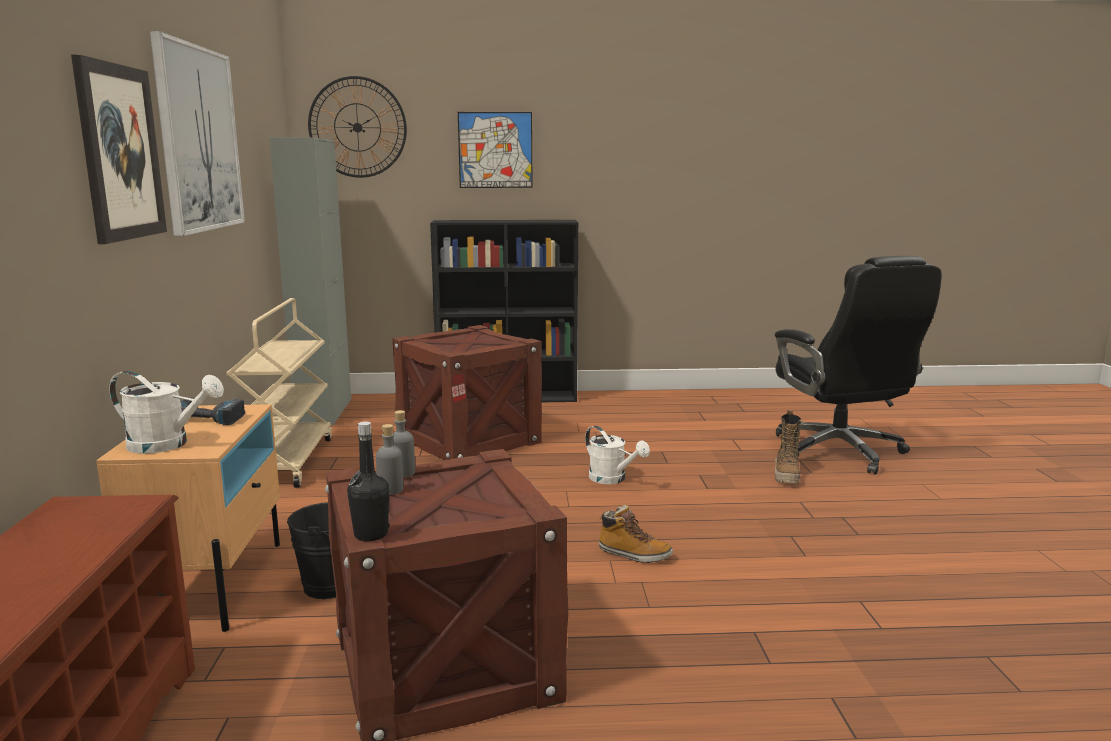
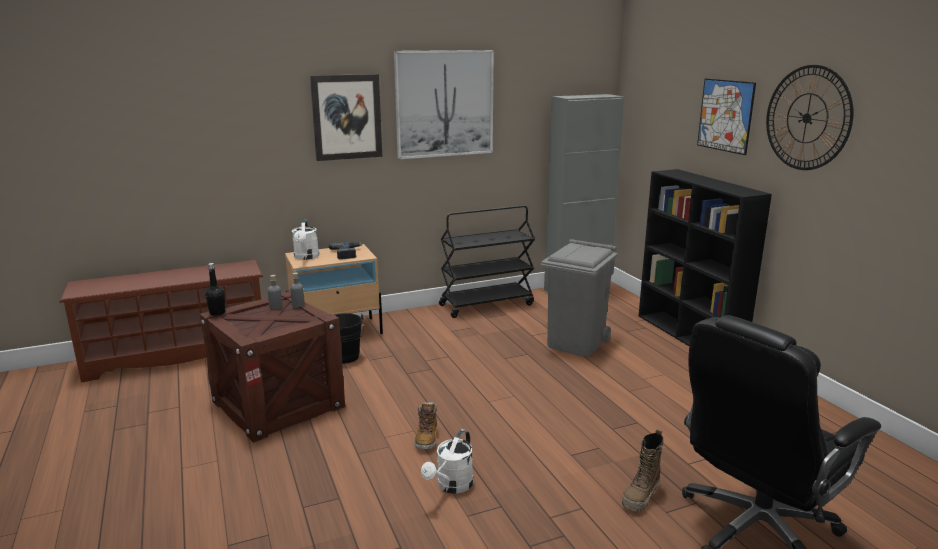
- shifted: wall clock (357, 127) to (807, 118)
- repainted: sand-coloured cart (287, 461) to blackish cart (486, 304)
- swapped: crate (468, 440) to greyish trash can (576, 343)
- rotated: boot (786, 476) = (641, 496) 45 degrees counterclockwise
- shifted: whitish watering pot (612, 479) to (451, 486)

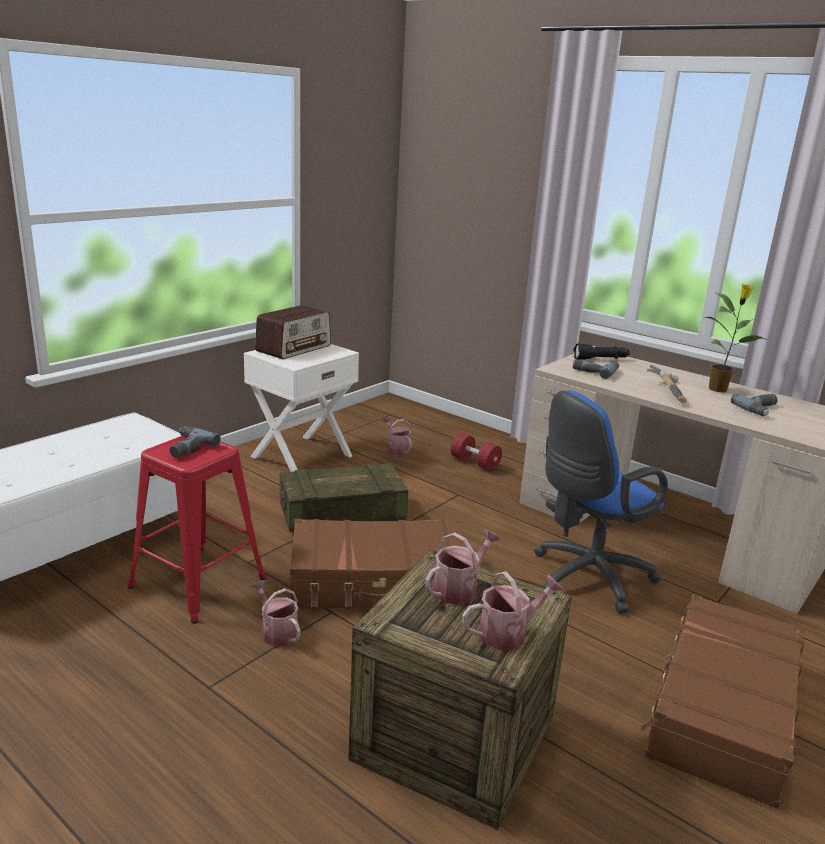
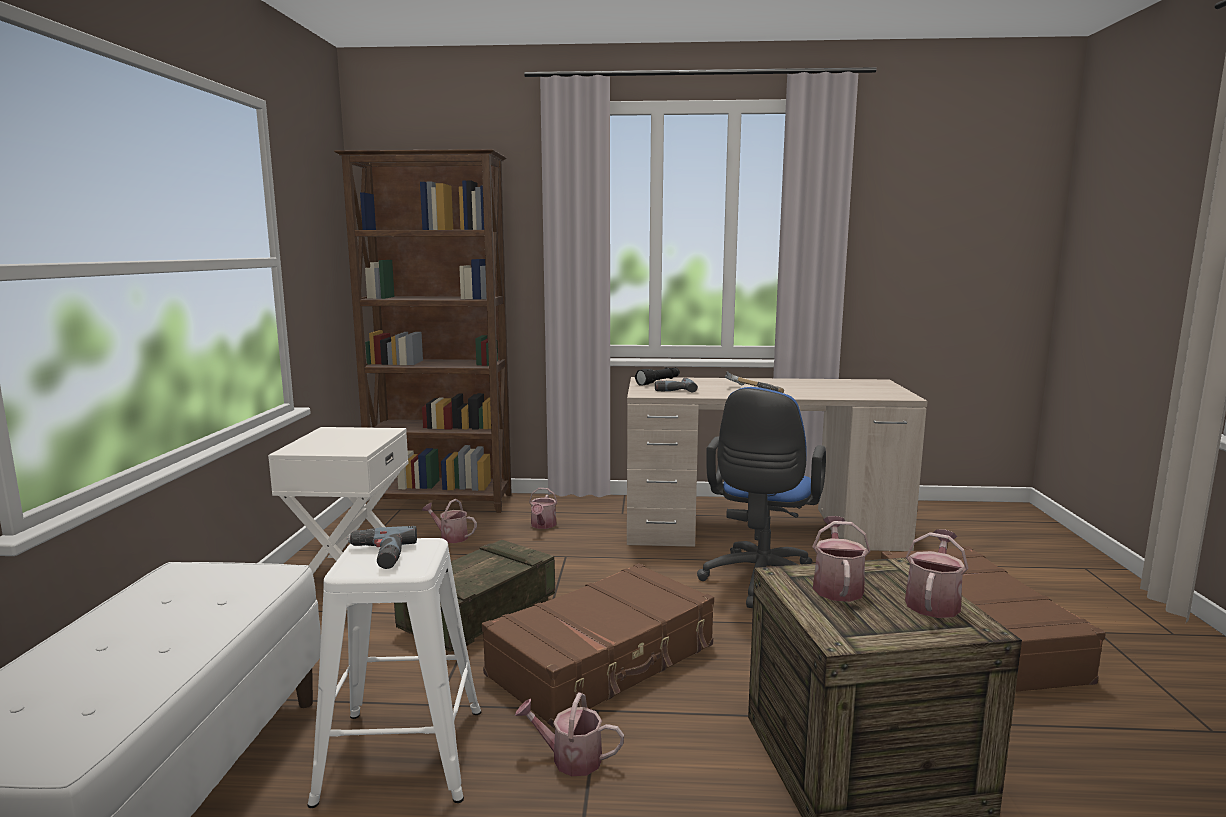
- gone: plant in a pot (719, 389)
- gone: radio (294, 348)
- gone: drill (761, 409)
- swapped: reddish hand weight (475, 463) to watering pot (542, 525)
- repainted: reddish stool seat (198, 581) to whitish stool seat (400, 753)
- new: brown bookshelf (442, 502)

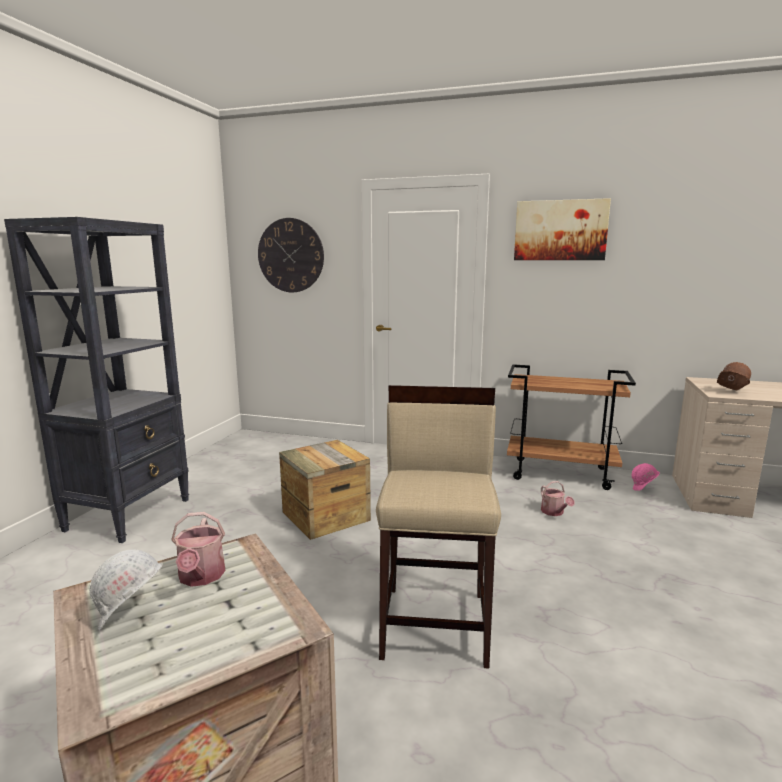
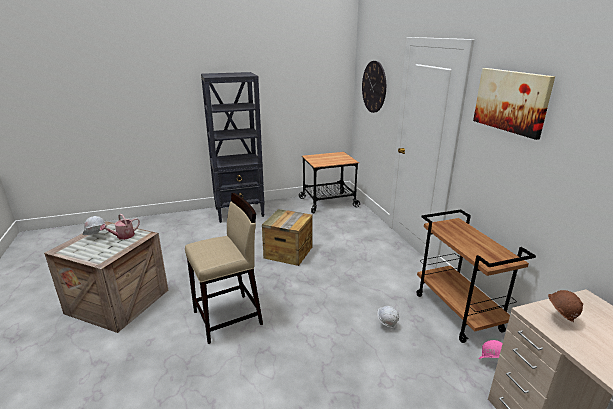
- swapped: watering pot (554, 512) to whitish hard hat (387, 325)
- new: cart (328, 202)

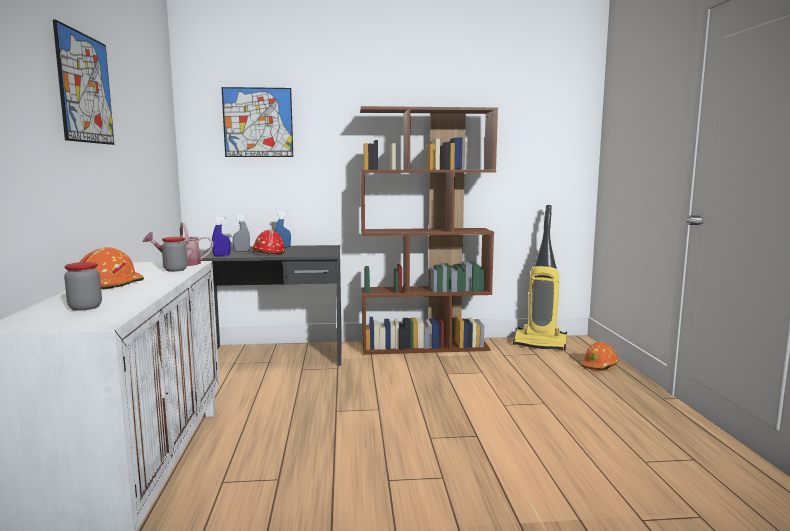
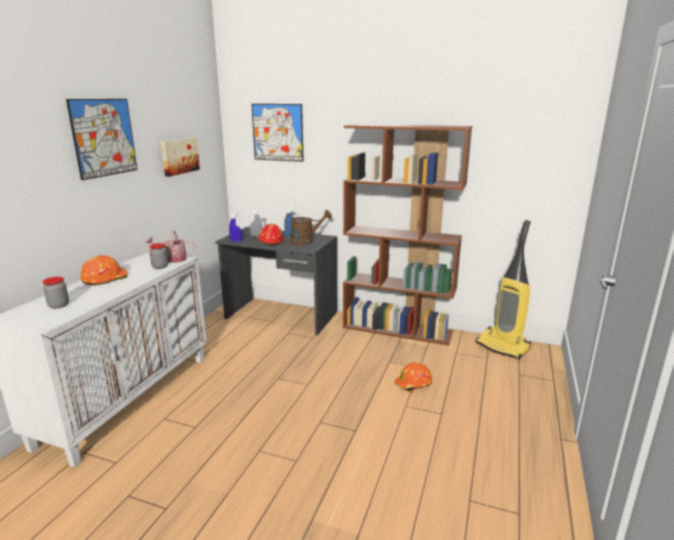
- shifted: orange hard hat (600, 365) to (413, 384)
- new: wall art (179, 156)
- new: brown watering pot (306, 241)

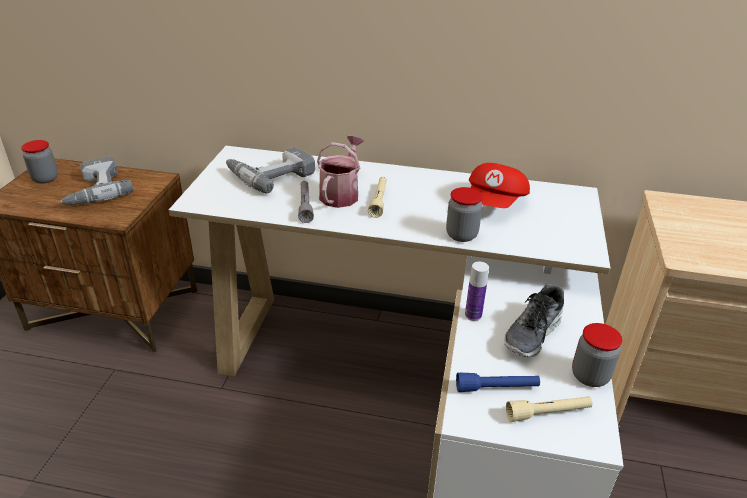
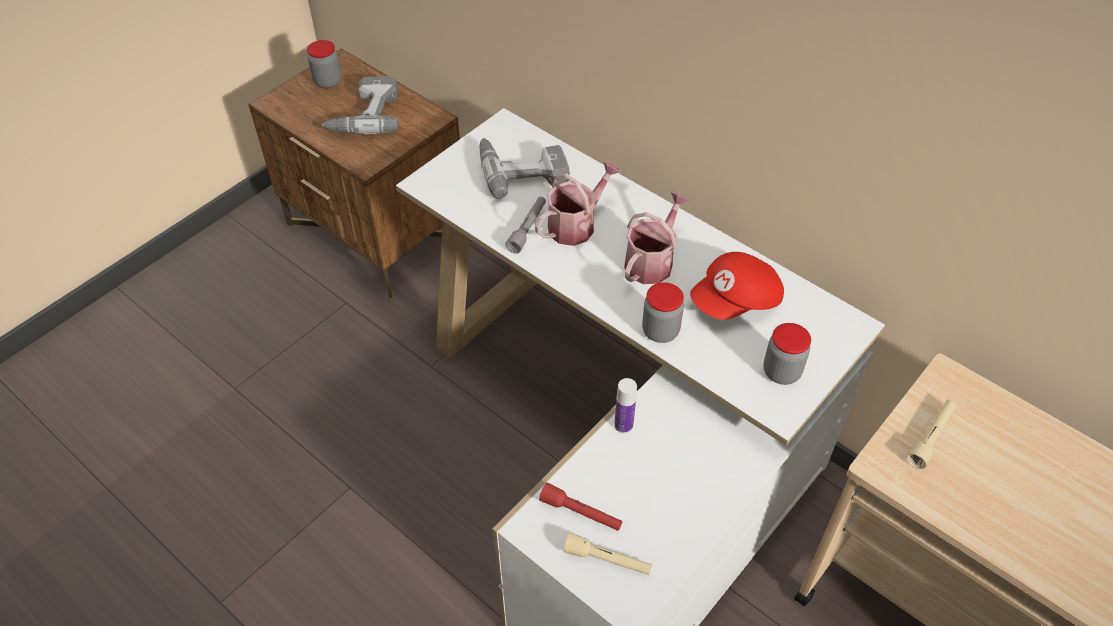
- shifted: sand-coloured torch (379, 201) to (931, 437)
- gone: item of footwear (533, 333)
- shifted: preserve jar (590, 376) to (781, 372)
- repainted: bluish torch (497, 388) to reddish torch (581, 513)
- new: watering pot (652, 261)

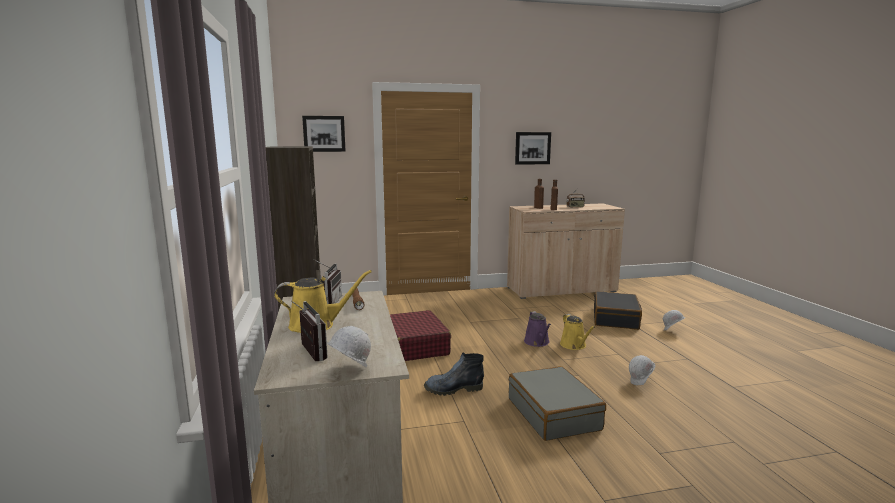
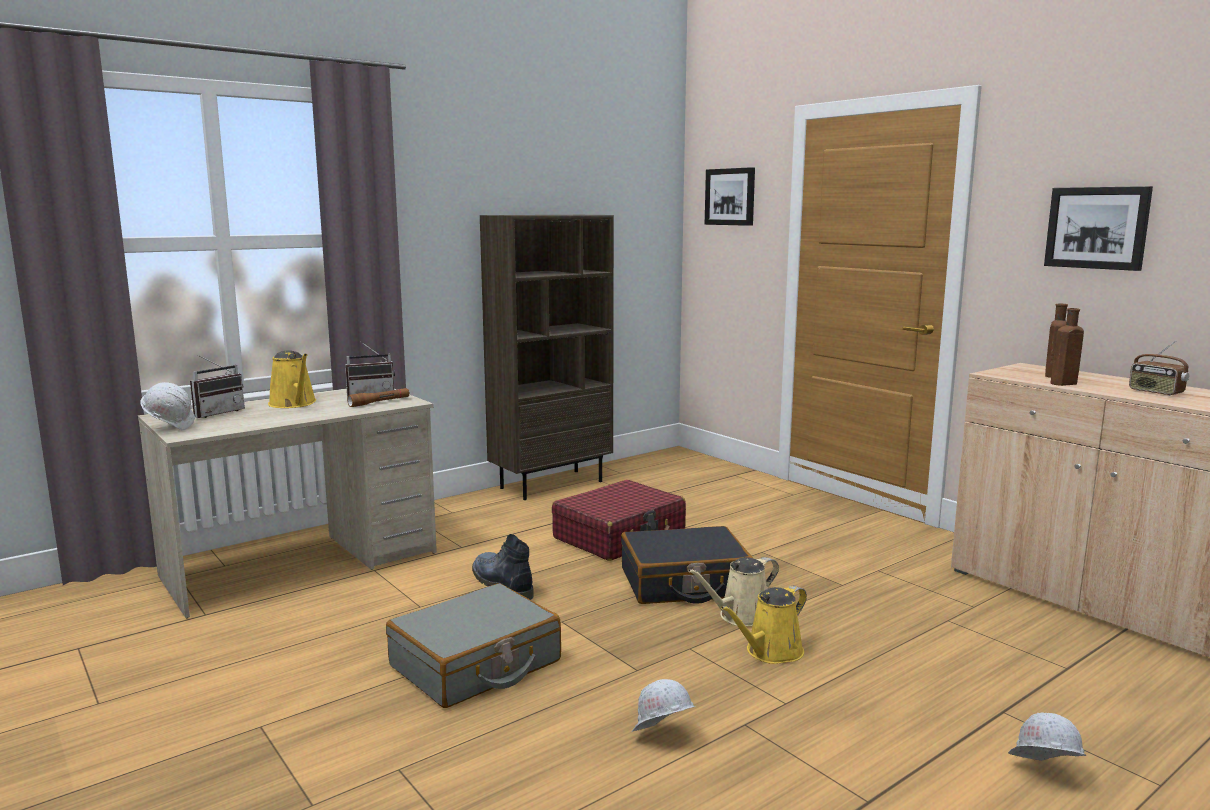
- shifted: blackish suitcase (616, 319) to (684, 583)
- repainted: purplish watering pot (537, 342) to sand-coloured watering pot (741, 617)

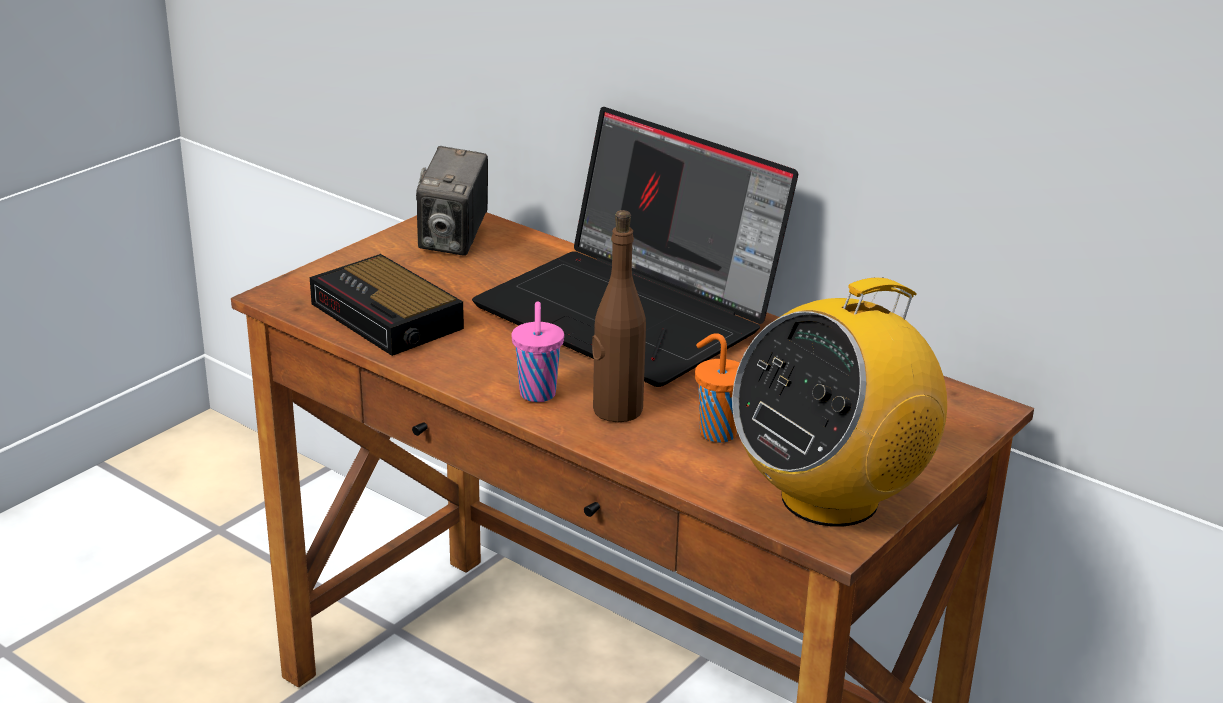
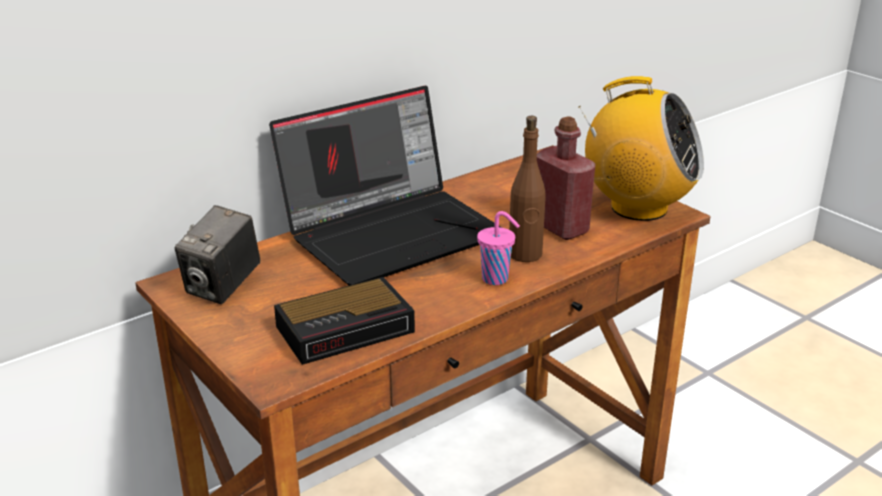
- rotated: photo camera (454, 241) = (223, 287) 90 degrees clockwise
- rotated: radio (830, 497) = (637, 208) 45 degrees counterclockwise
- swapped: orange drinking cup (716, 432) to reddish bottle (560, 228)

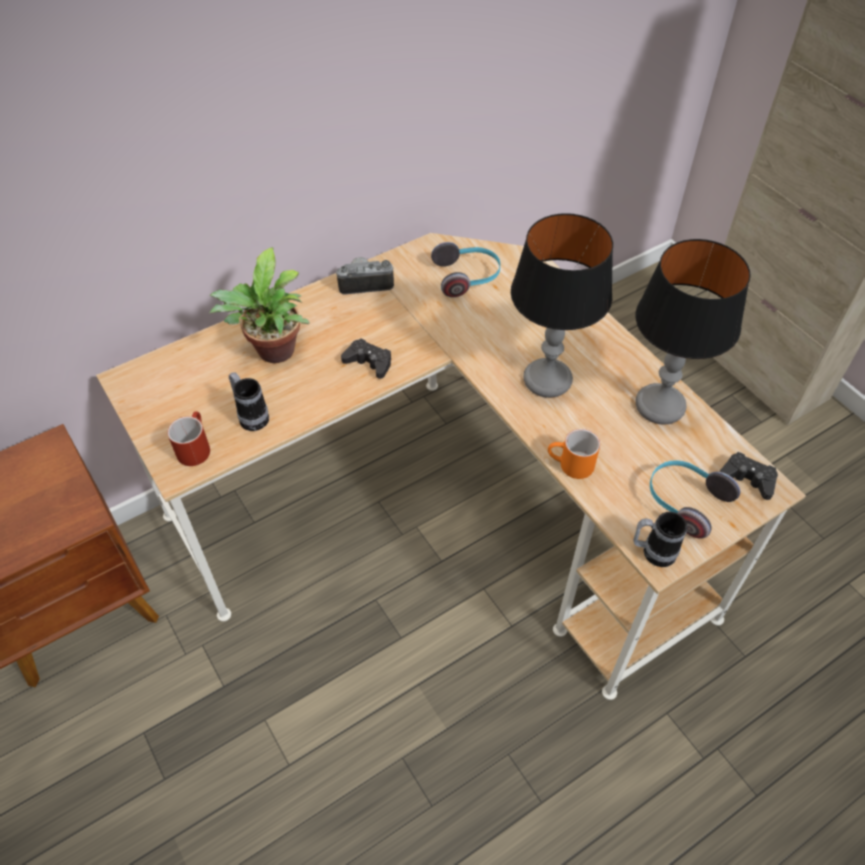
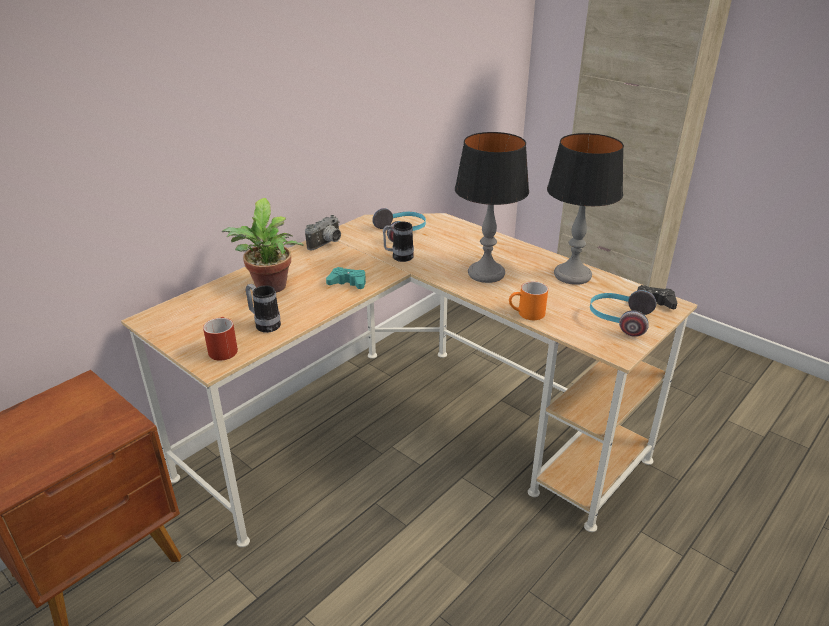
- rotated: photo camera (365, 283) = (327, 244) 150 degrees clockwise
- repainted: blackish game controller (369, 362) to blue-green game controller (348, 283)
- shifted: tea mug (652, 552) to (398, 257)

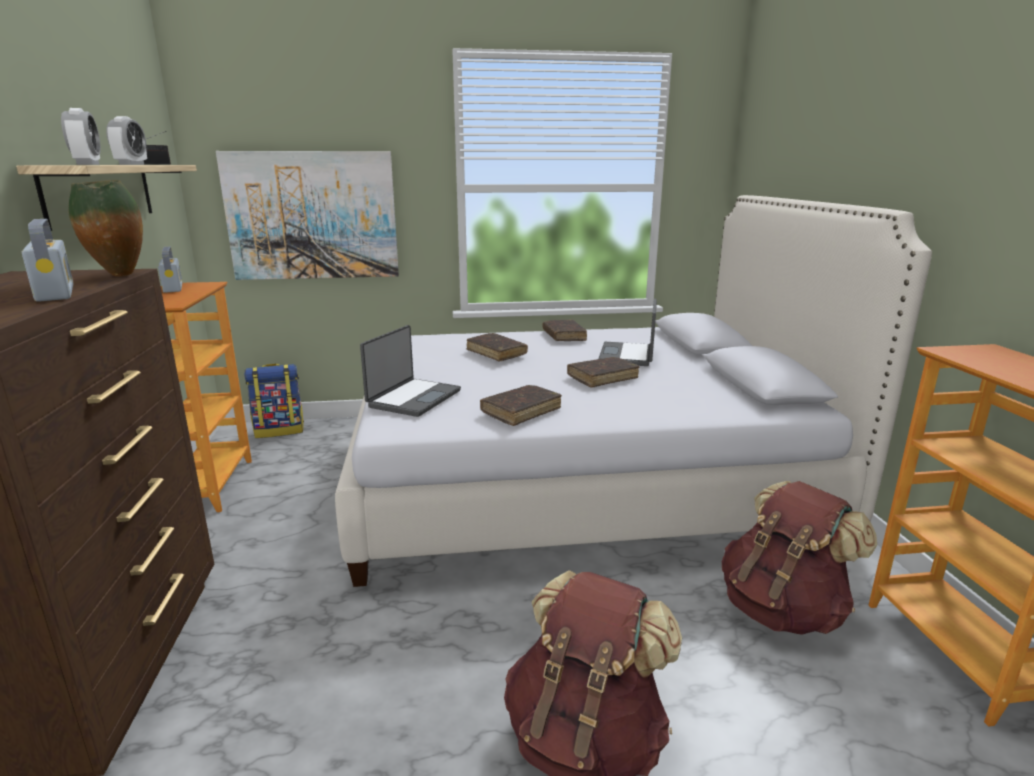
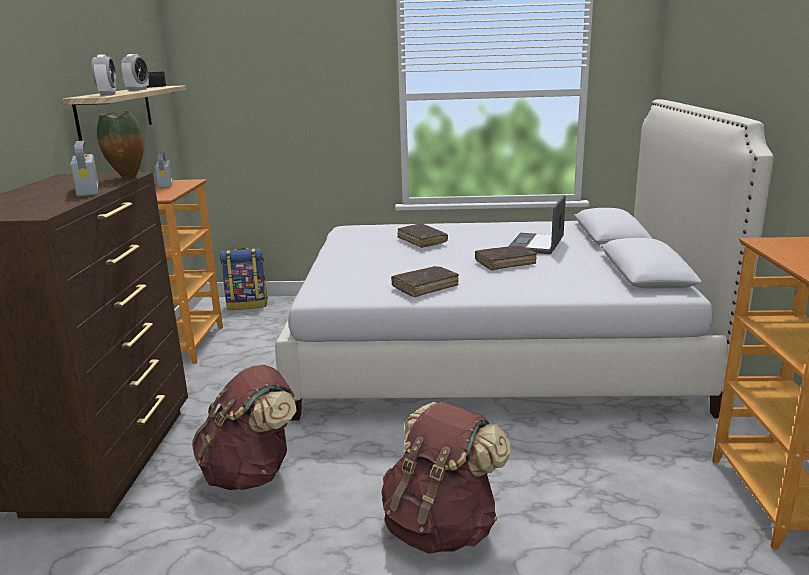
- gone: wall art (312, 216)
- gone: brown book (564, 336)
- gone: portable computer (413, 398)
- shifted: brown rucksack (782, 609) to (251, 473)

